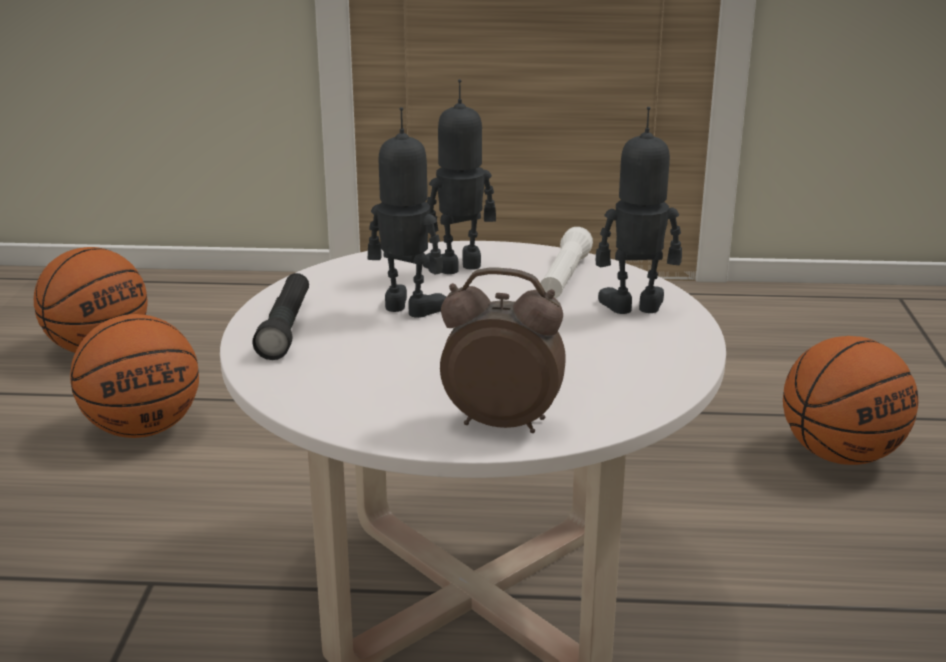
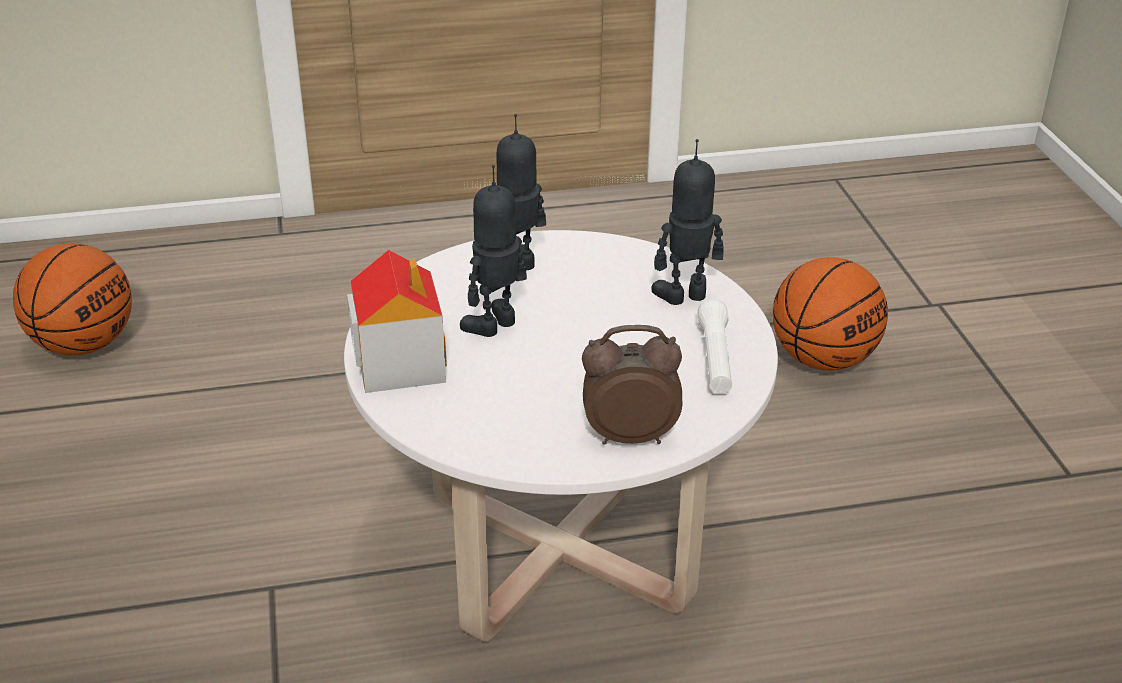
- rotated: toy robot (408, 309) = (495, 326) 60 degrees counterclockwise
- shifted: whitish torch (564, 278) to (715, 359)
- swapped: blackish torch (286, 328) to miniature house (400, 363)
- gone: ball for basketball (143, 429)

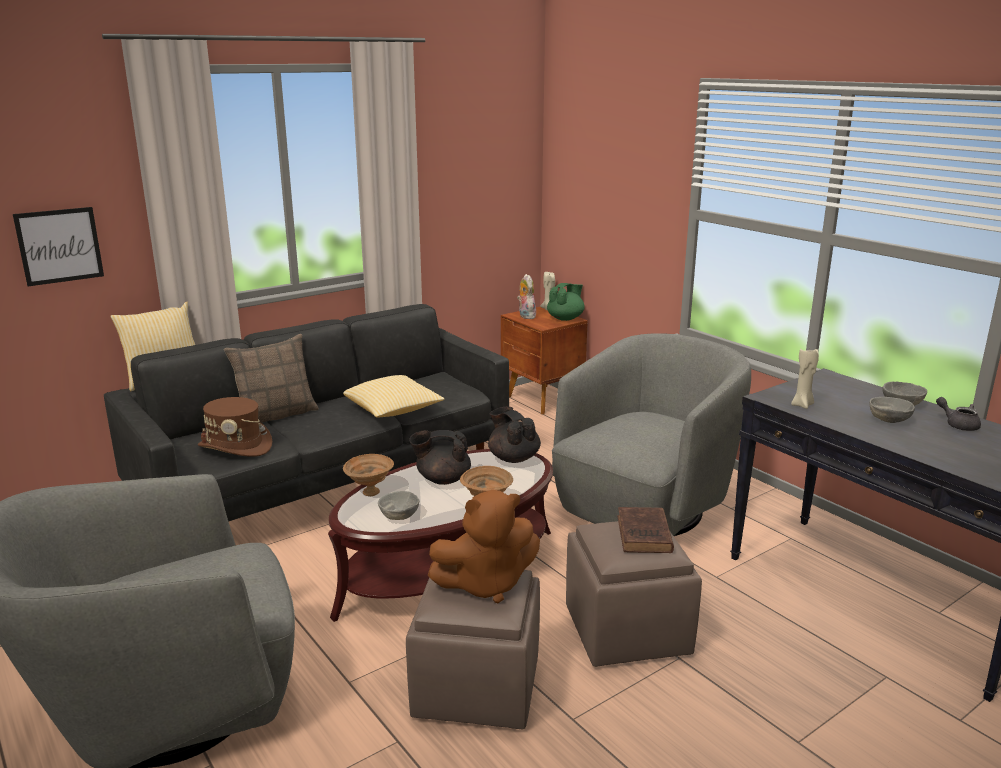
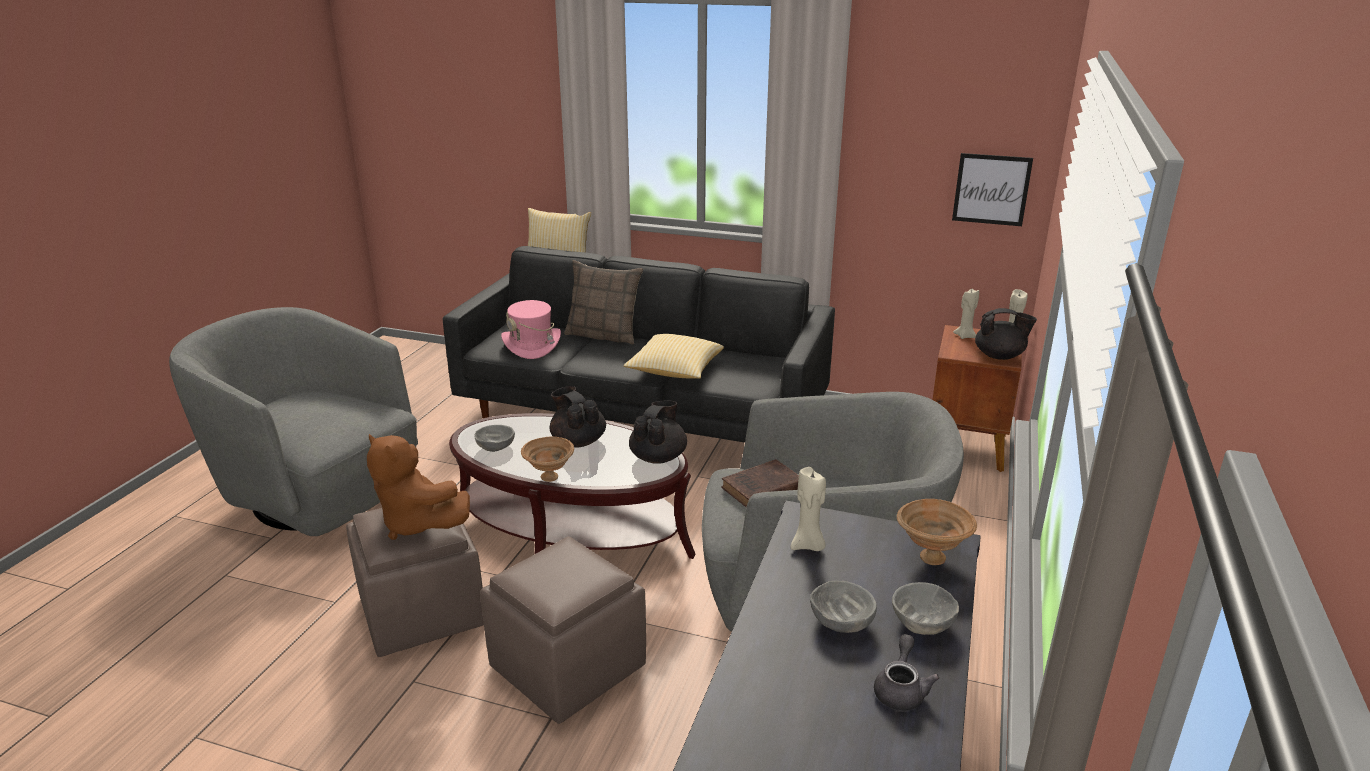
- shifted: wall art (59, 246) to (991, 189)
- swapped: plush toy (525, 316) to sand-coloured wax candle (965, 336)
- repainted: green-coloured teapot (565, 318) to blackish teapot (1000, 356)
- repainted: brown clothing hat (236, 446) to pink clothing hat (532, 345)
- shifted: brown deep dish (370, 493) to (930, 558)
- shifted: brown book (644, 535) to (761, 489)

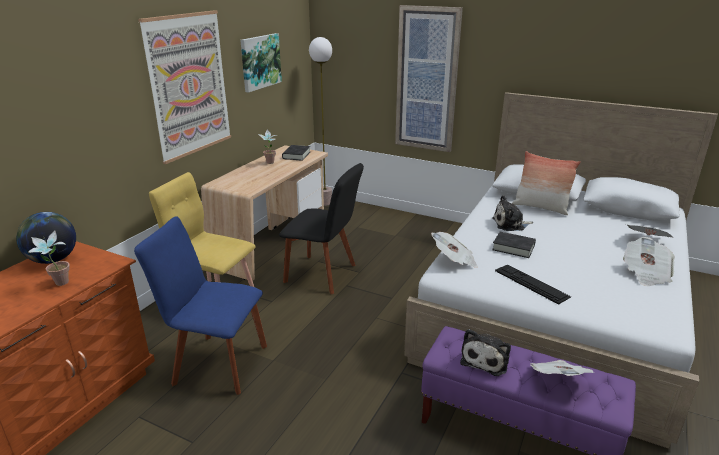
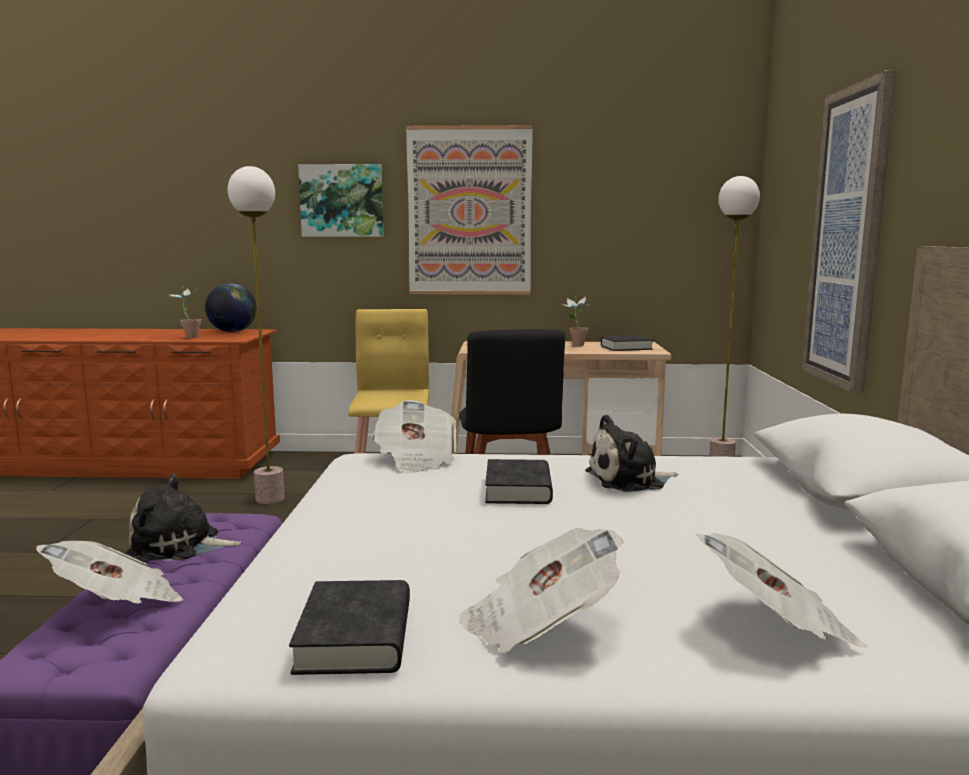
- shifted: wall art (260, 62) to (342, 201)
- gone: pillow (540, 207)
- rotated: plush toy (510, 224) = (629, 480) 75 degrees counterclockwise
- swapped: bluish upright chair (216, 363) to standard lamp (270, 499)
- gone: computer keyboard (531, 283)
- new: blackish book (355, 637)

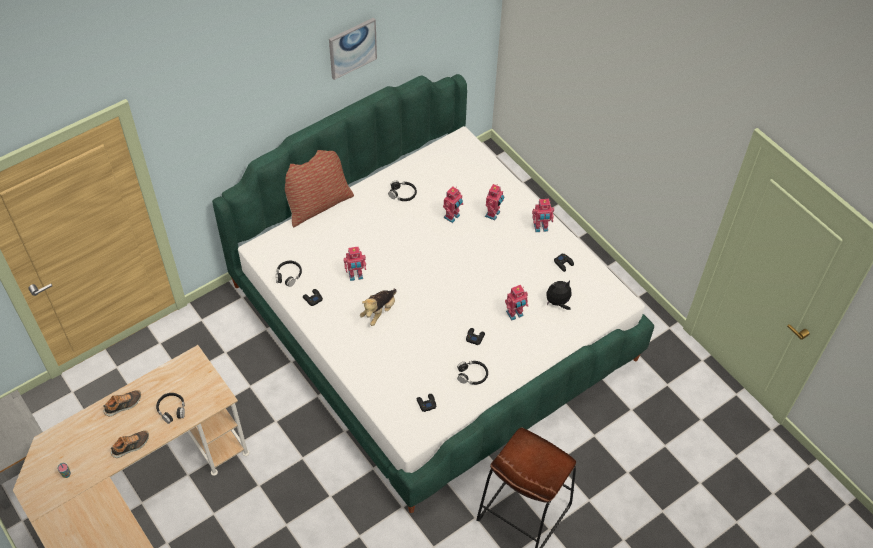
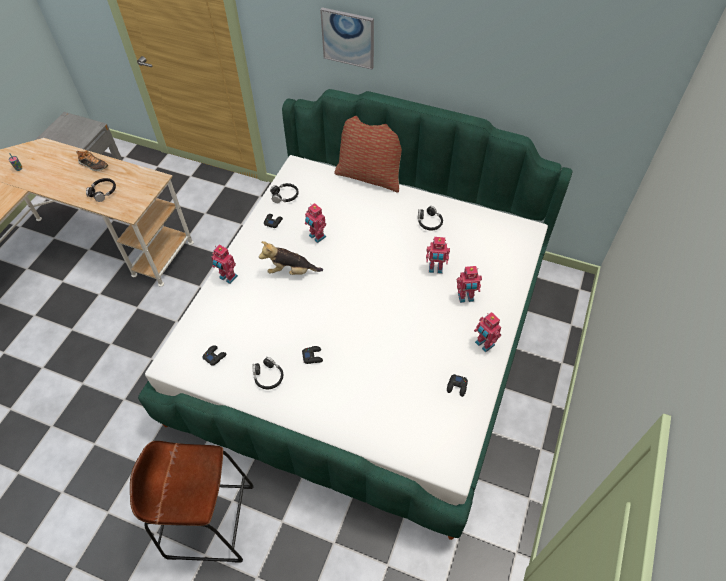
- shifted: wall art (352, 48) to (348, 38)
- gone: plush toy (558, 302)
- shifted: toy robot (515, 314) to (227, 277)
- gone: item of footwear (131, 446)

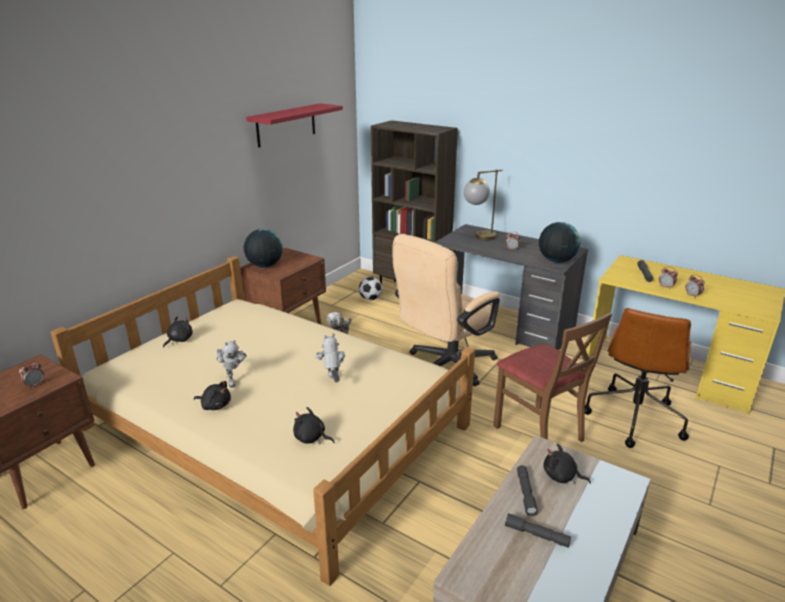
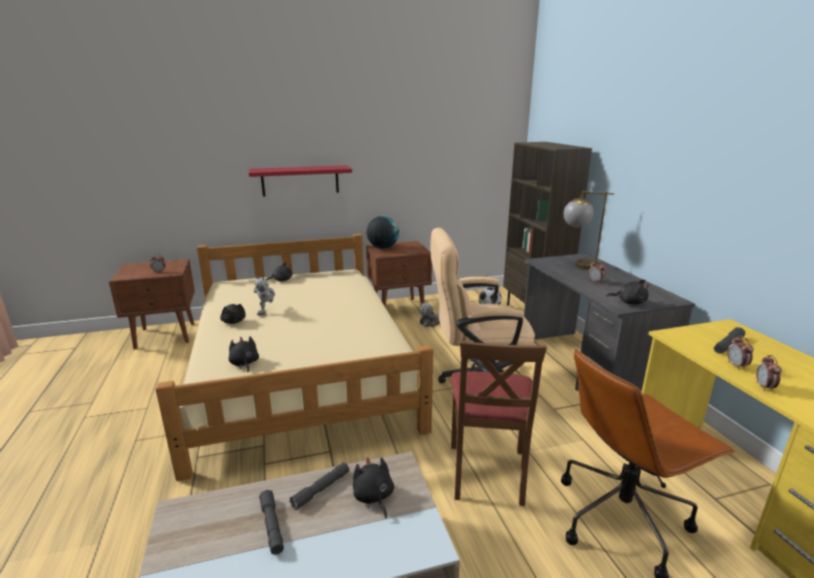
- shifted: reddish wall shelf (286, 125) to (300, 180)
- swapped: world globe (556, 261) to blackish plush toy (629, 302)
- gone: toy robot (333, 382)

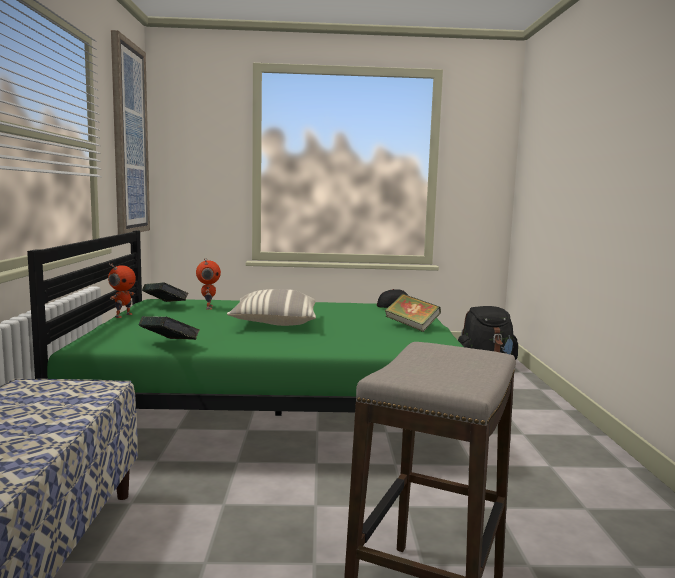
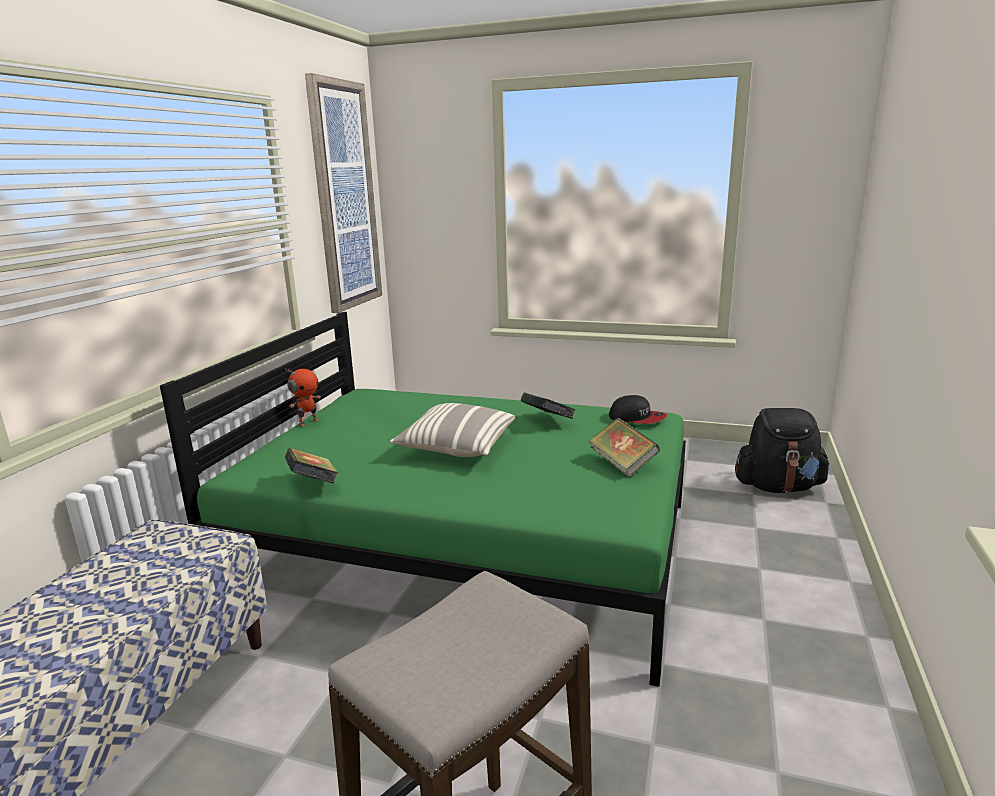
- gone: toy robot (208, 307)
- shifted: book (165, 305) to (547, 421)

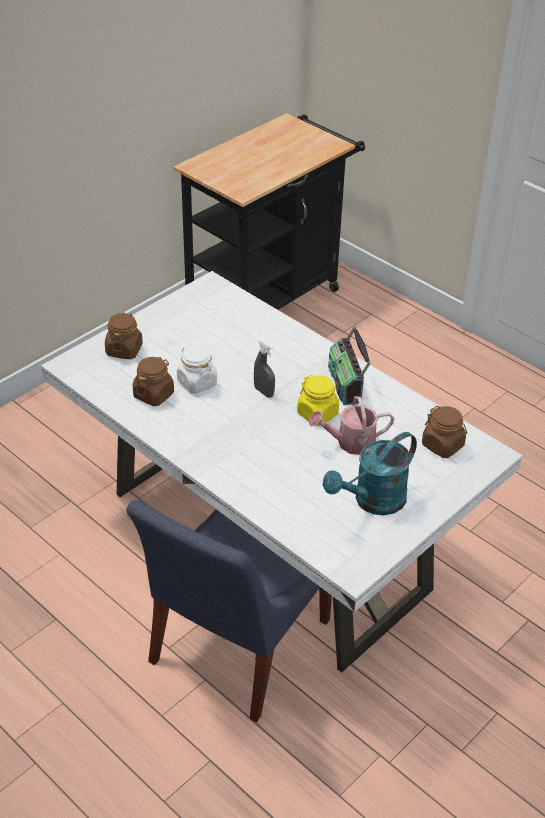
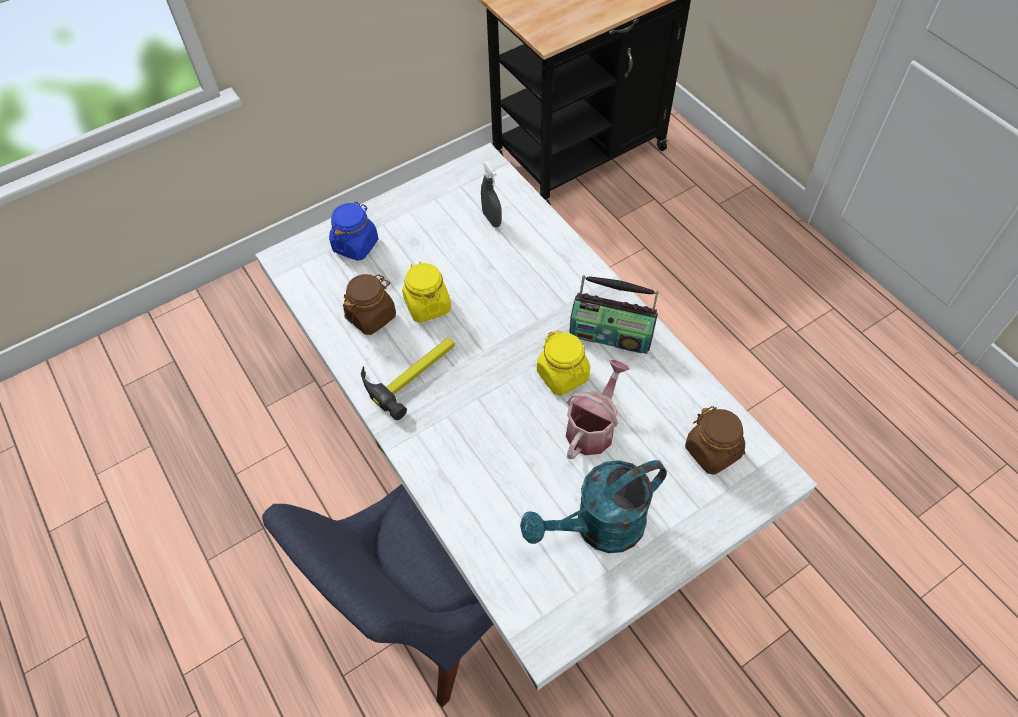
- repainted: brown preserve jar (124, 350) to bluish preserve jar (356, 245)
- rotated: radio (346, 384) = (611, 334) 75 degrees counterclockwise
- shifted: greyish hand sprayer (264, 392) to (491, 219)
- repainted: whitish preserve jar (196, 382) to yellow preserve jar (427, 305)
- rotated: watering pot (350, 442) = (593, 427) 120 degrees clockwise
- new: hand hammer (412, 372)

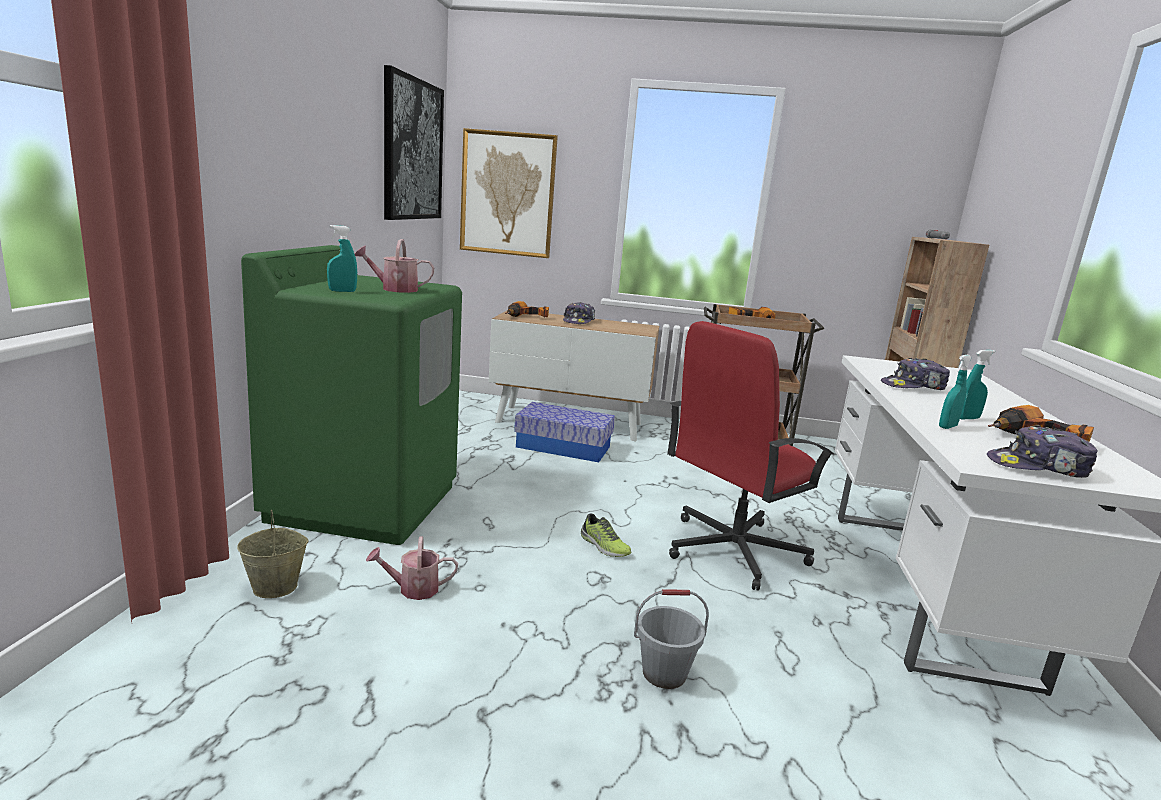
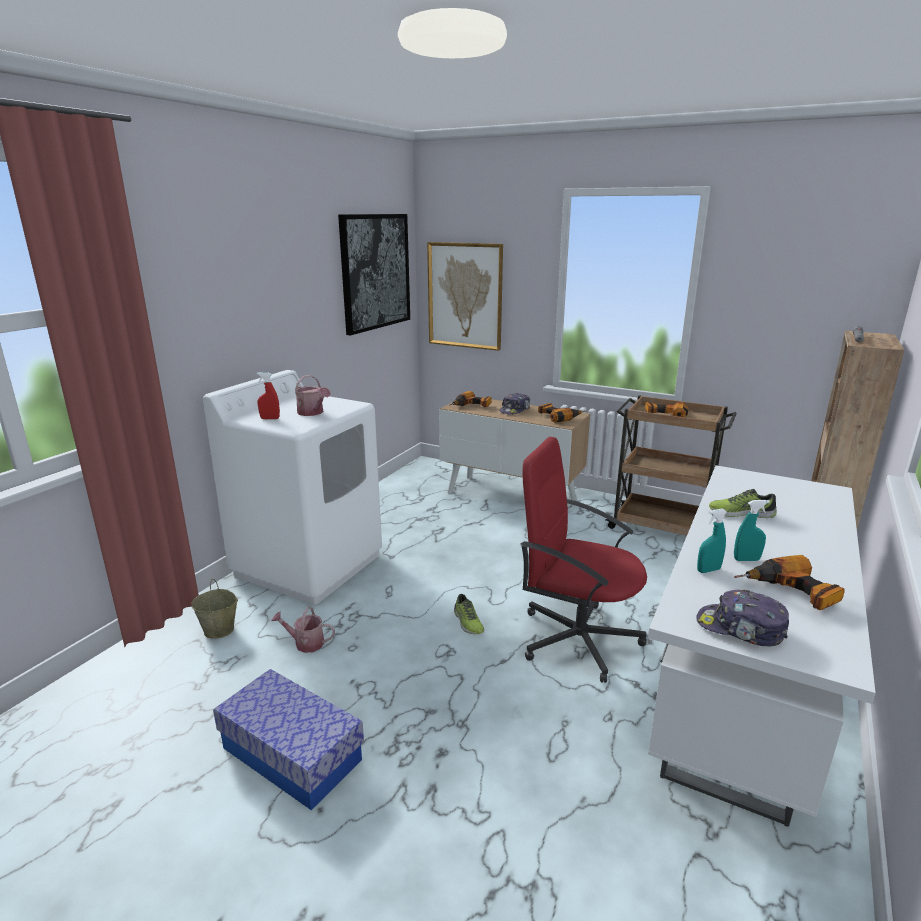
- repainted: blue-green hand sprayer (342, 291) to reddish hand sprayer (270, 418)
- rotated: watering pot (394, 289) = (312, 413) 150 degrees counterclockwise
- repainted: green-coloured laundry appliance (364, 502) to whitish laundry appliance (309, 564)
- rotated: reddish office chair (732, 550) = (577, 638) 45 degrees clockwise
- swapped: baseball cap (914, 386) to item of footwear (741, 513)
- shifted: storage box (563, 447) to (292, 754)
- gone: greyish pail (664, 674)
- new: drill (559, 416)

